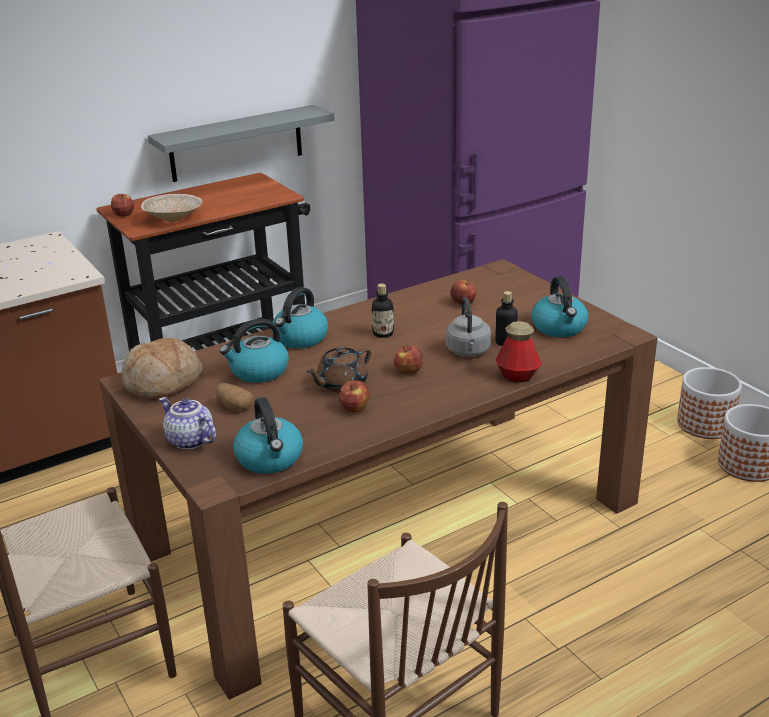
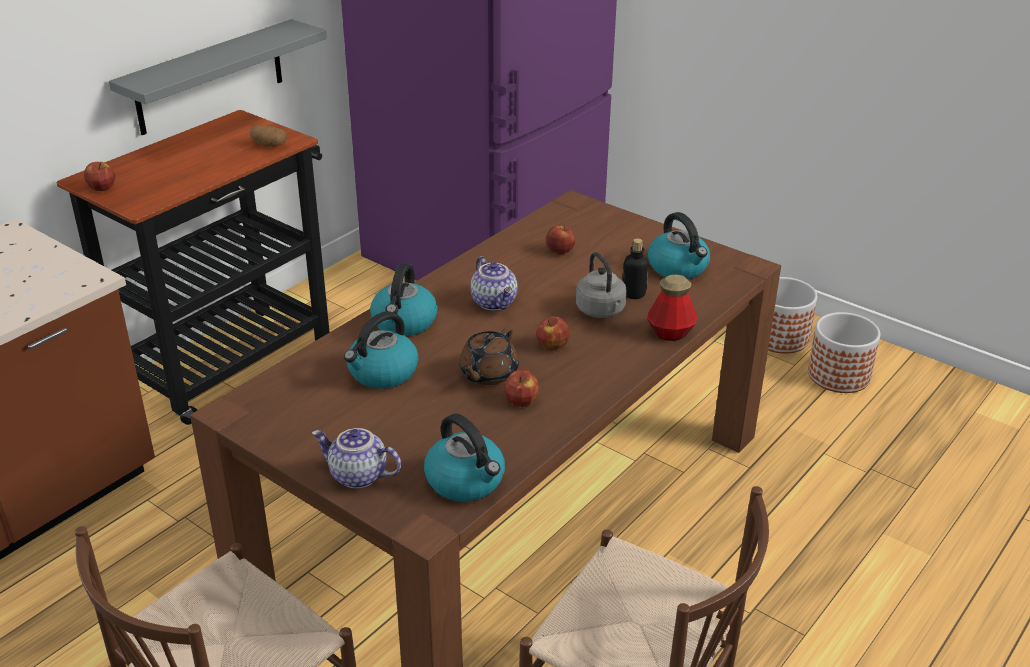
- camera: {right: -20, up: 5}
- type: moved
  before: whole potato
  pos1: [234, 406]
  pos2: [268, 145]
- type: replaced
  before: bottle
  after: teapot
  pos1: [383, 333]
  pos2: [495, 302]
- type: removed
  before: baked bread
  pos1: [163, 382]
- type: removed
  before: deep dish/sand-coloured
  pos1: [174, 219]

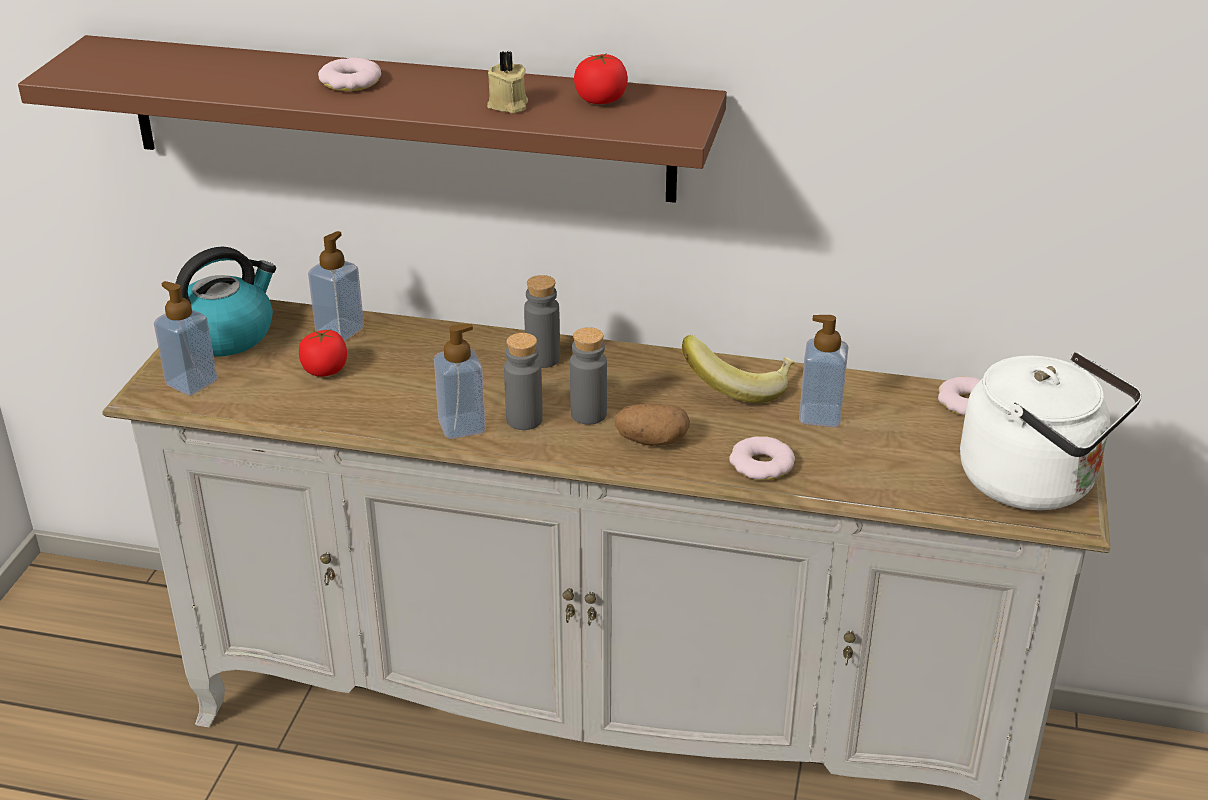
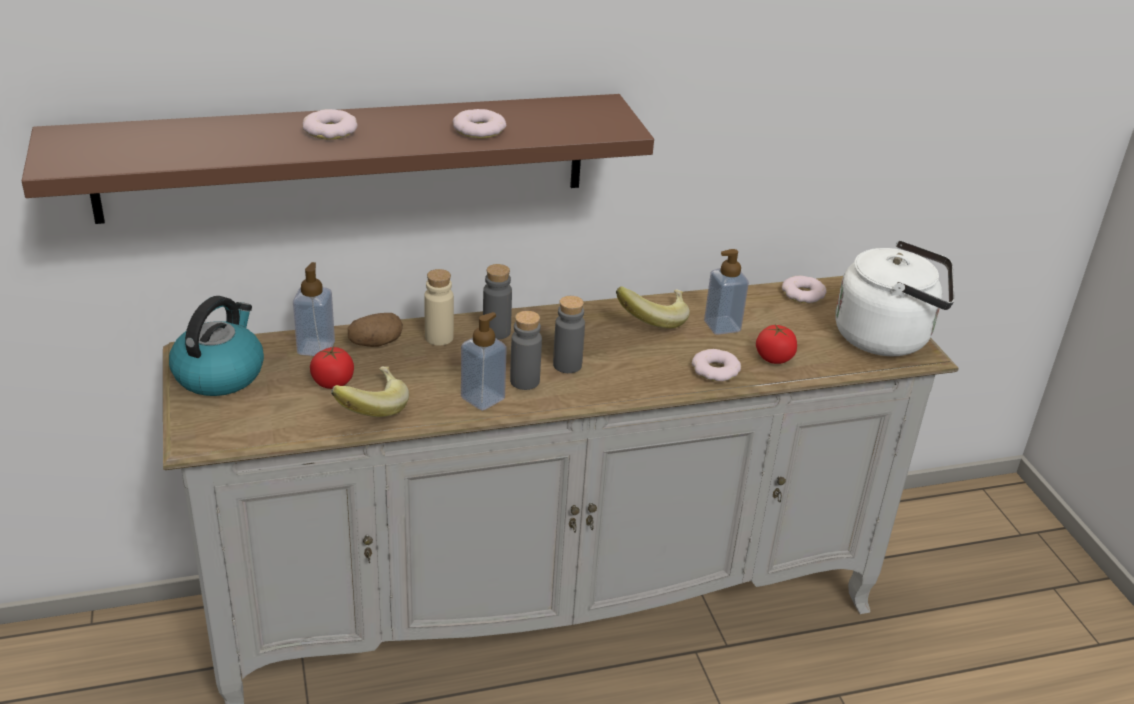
- camera: {right: -30, up: 0}
- type: added
  after: banana fruit
  pos2: [370, 408]
- type: moved
  before: whole potato
  pos1: [652, 441]
  pos2: [376, 343]
- type: added
  after: bottle/sand-coloured
  pos2: [439, 337]
- type: replaced
  before: candle/sand-coloured
  after: donut
  pos1: [508, 105]
  pos2: [478, 130]
- type: moved
  before: fresh tomato
  pos1: [601, 100]
  pos2: [774, 358]
- type: removed
  before: soap dispenser
  pos1: [191, 383]

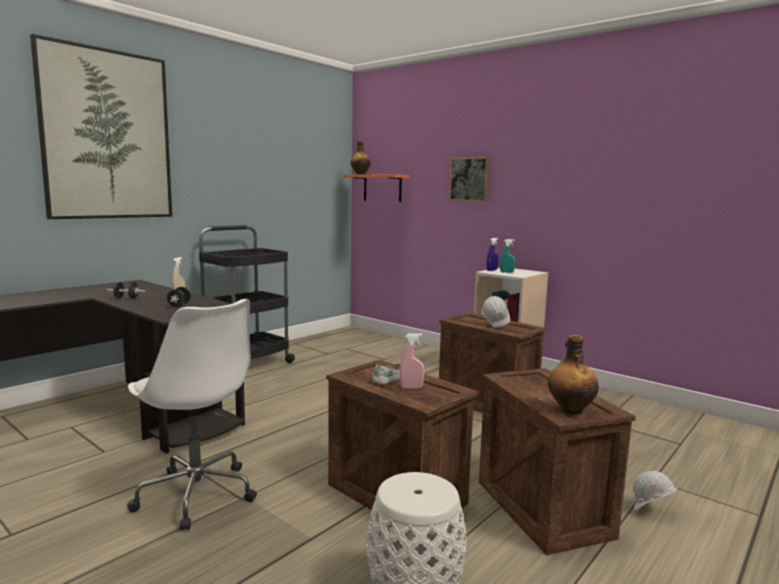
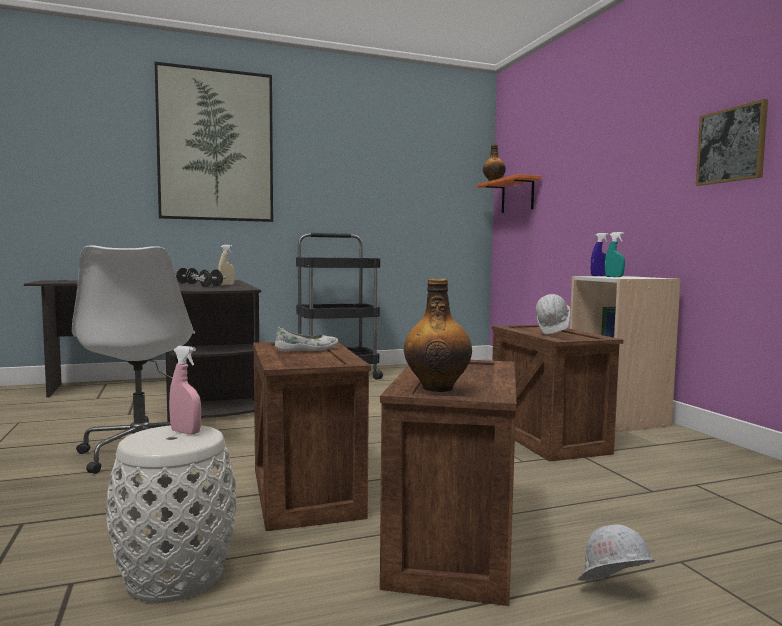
- camera: {right: 30, up: -5}
- type: moved
  before: sprayer/pinkish
  pos1: [411, 388]
  pos2: [185, 432]
- type: moved
  before: picture
  pos1: [469, 179]
  pos2: [731, 145]

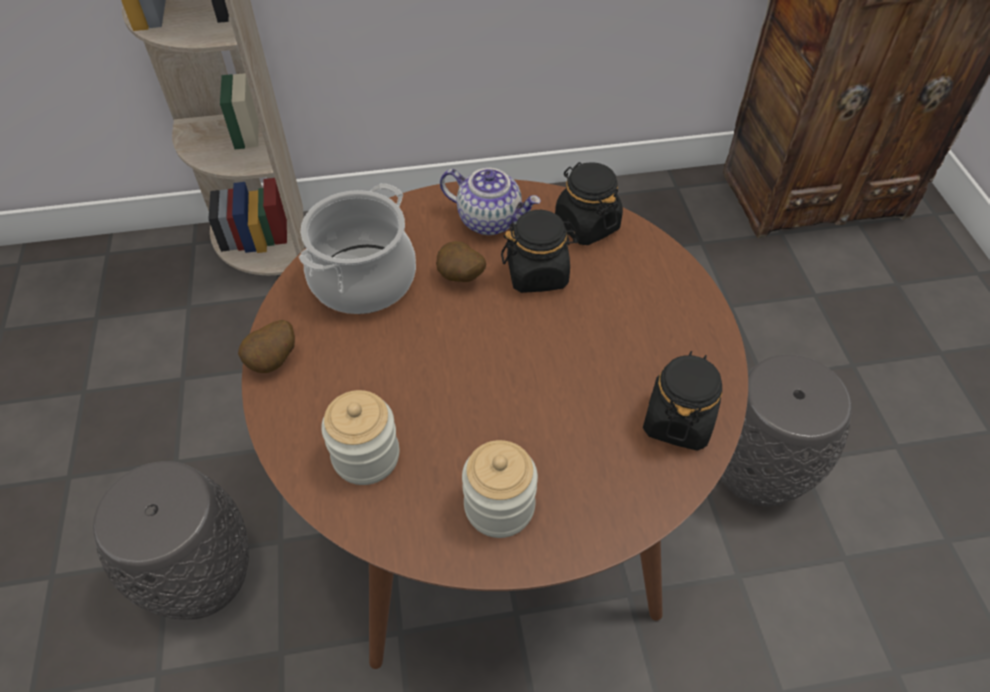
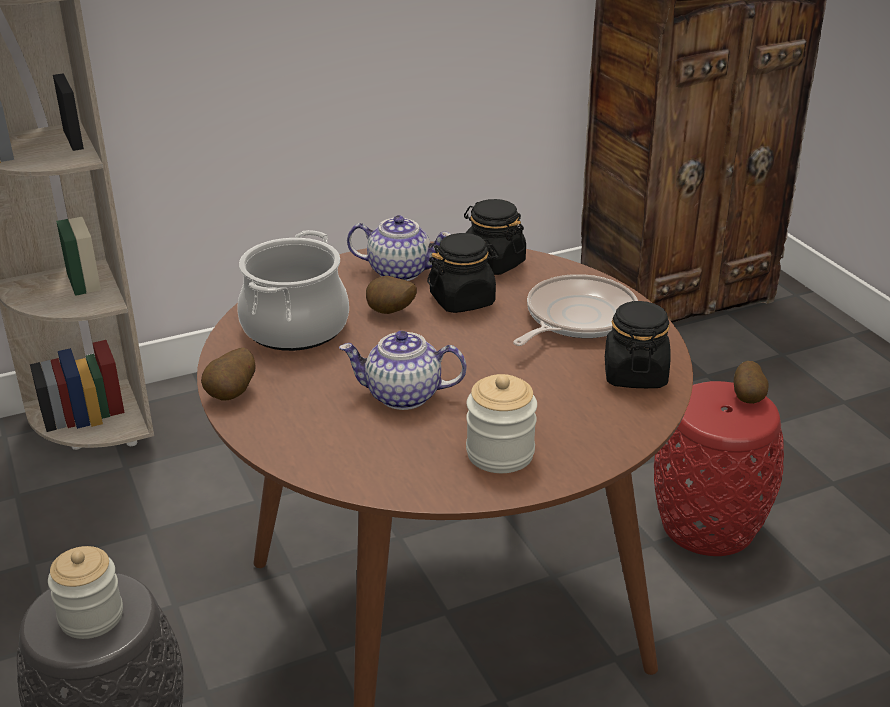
- camera: {right: -15, up: -20}
- type: moved
  before: storage jar
  pos1: [366, 456]
  pos2: [91, 617]
- type: added
  after: teapot
  pos2: [402, 396]
- type: added
  after: skillet
  pos2: [576, 318]
- type: recoloured
  before: stool/greyish
  after: stool/reddish
  pos1: [759, 469]
  pos2: [708, 526]
- type: added
  after: whole potato
  pos2: [748, 398]

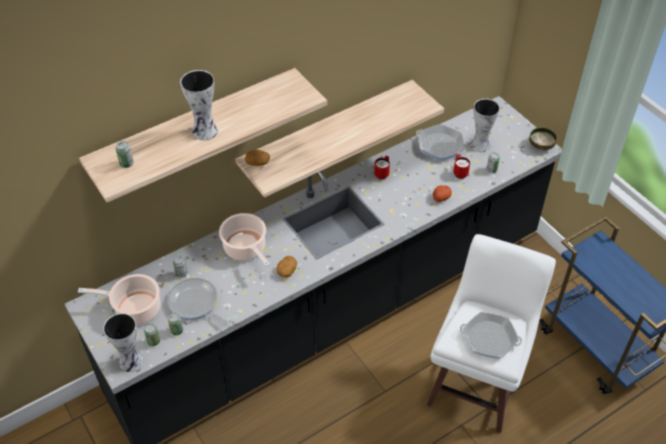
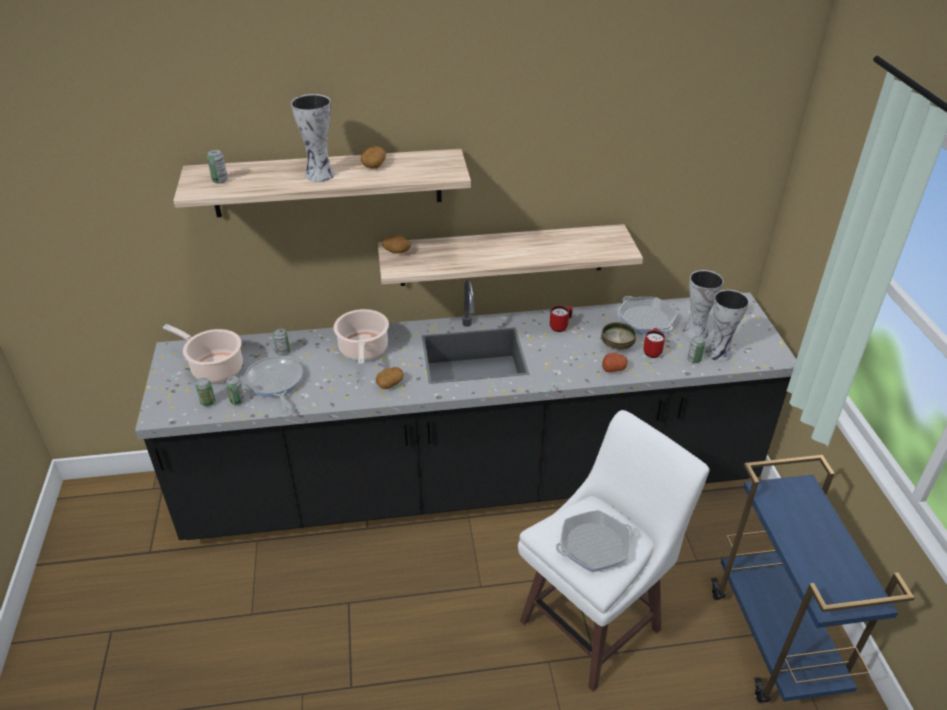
- camera: {right: 25, up: -10}
- type: added
  after: whole potato
  pos2: [374, 165]
- type: turned
  before: skillet
  pos1: [489, 339]
  pos2: [594, 546]
  turn: -60
- type: moved
  before: deep dish
  pos1: [541, 145]
  pos2: [617, 345]
- type: moved
  before: vase
  pos1: [132, 360]
  pos2: [720, 353]

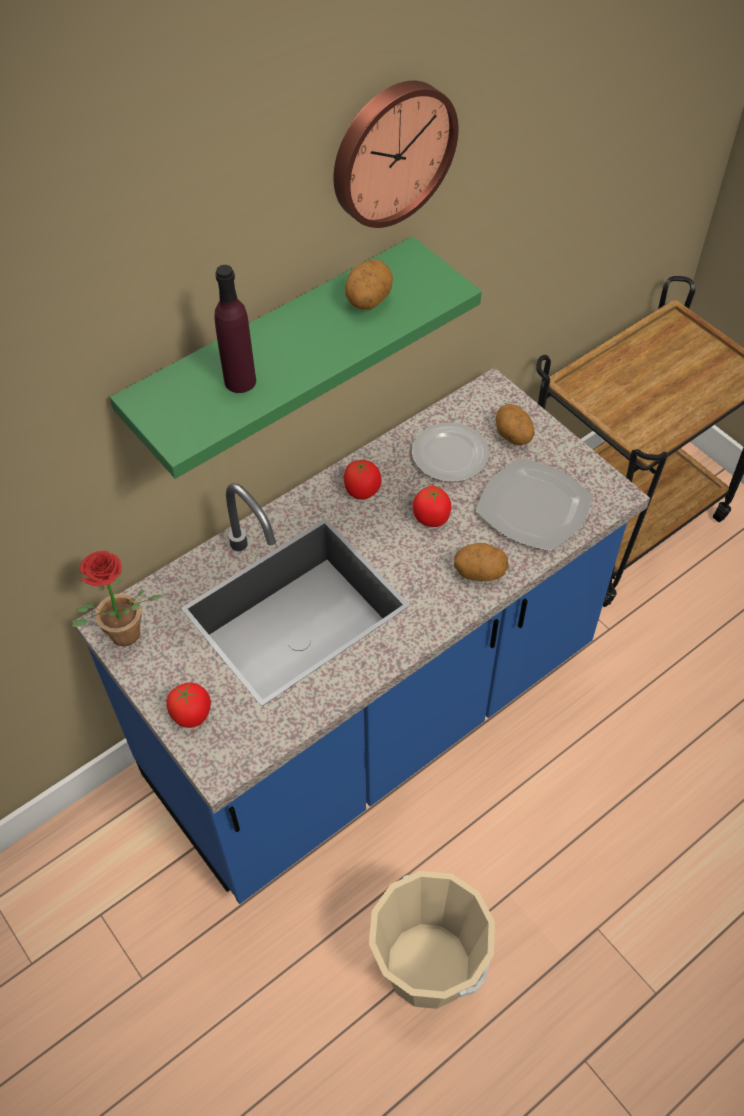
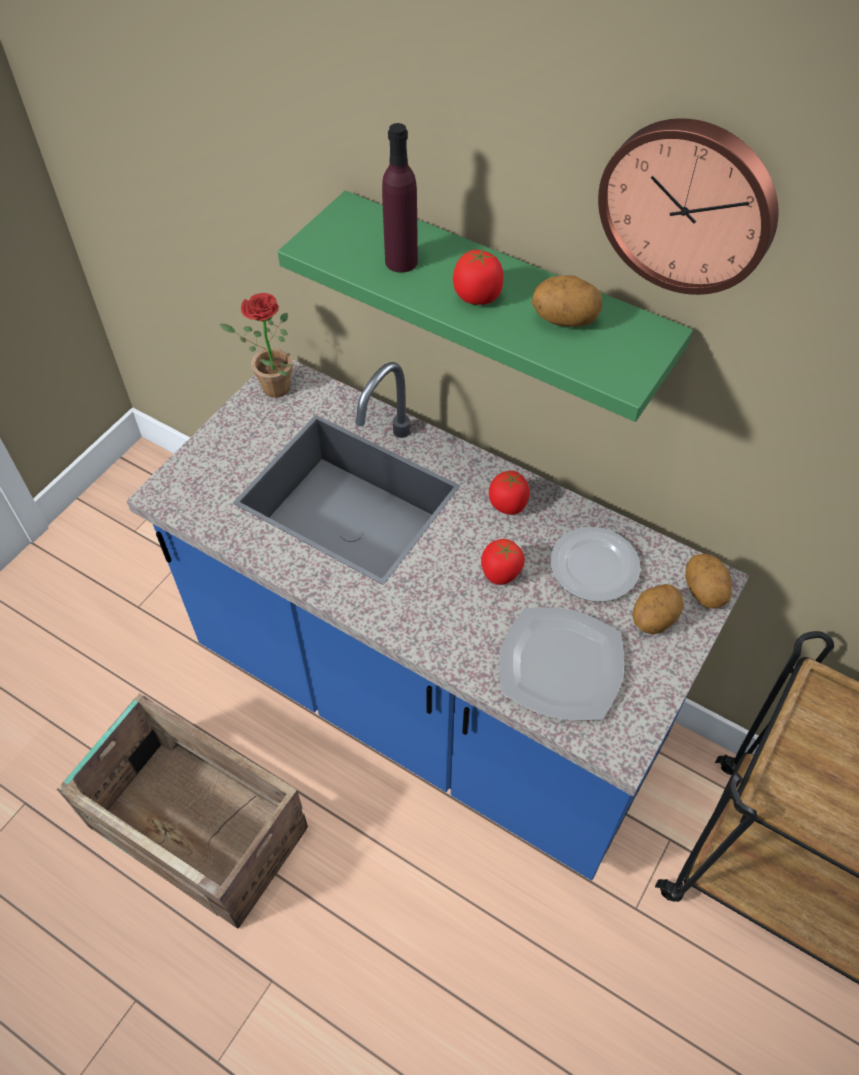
- camera: {right: 70, up: 0}
- type: replaced
  before: bucket/sand-coloured
  after: crate
  pos1: [428, 965]
  pos2: [197, 825]
- type: moved
  before: fresh tomato
  pos1: [192, 714]
  pos2: [477, 297]
- type: moved
  before: whole potato
  pos1: [480, 573]
  pos2: [704, 591]

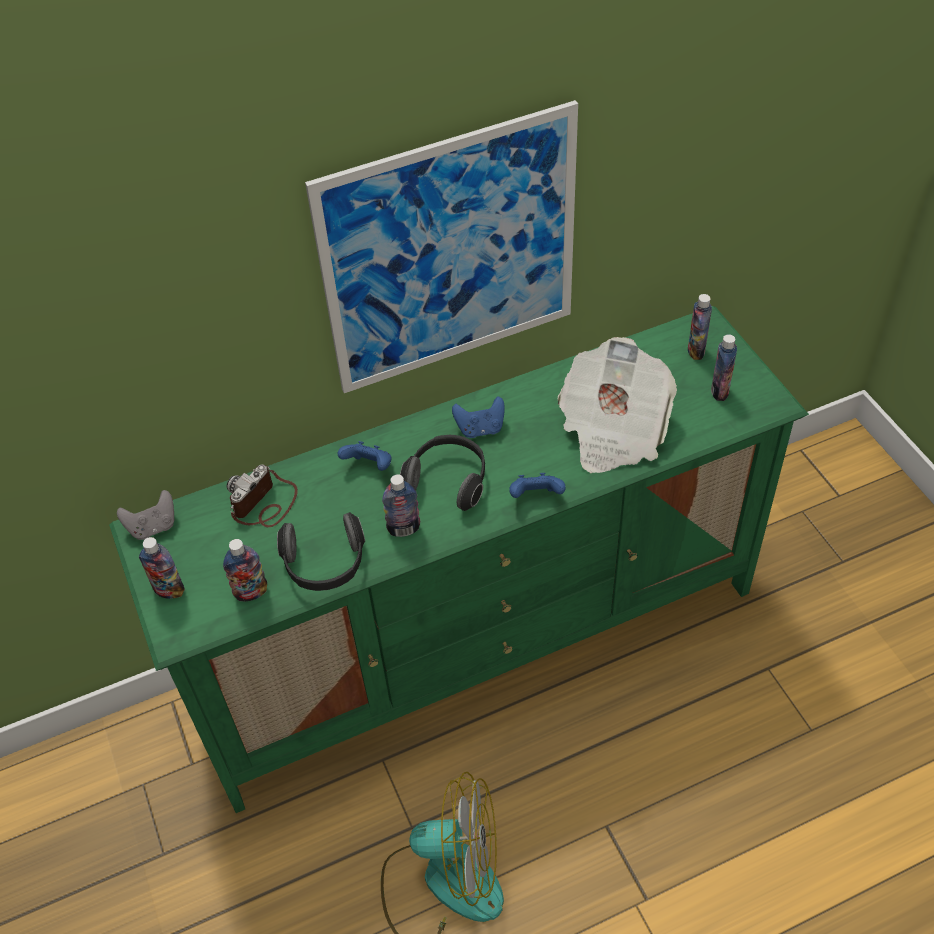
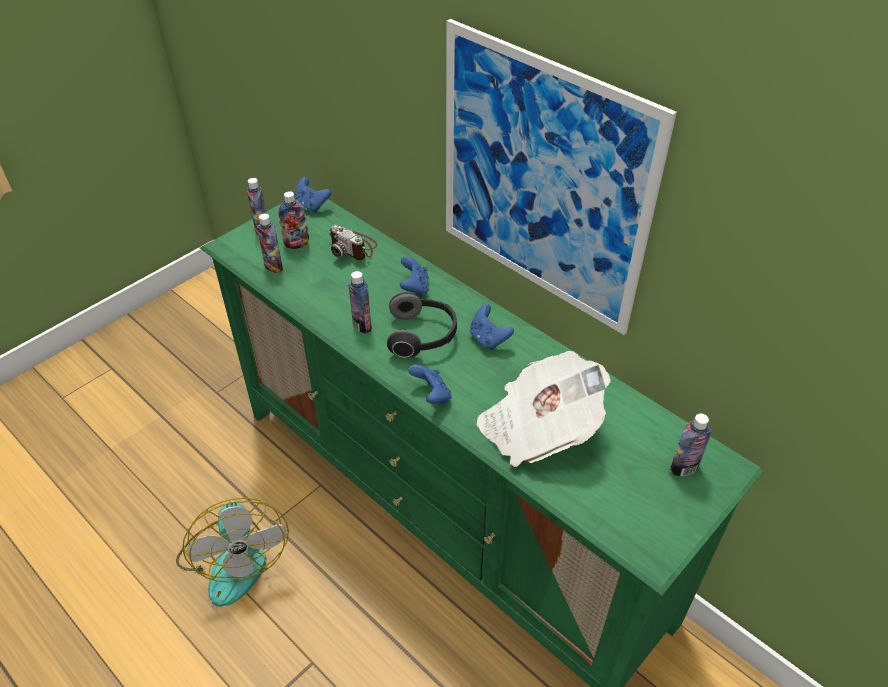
- camera: {right: 65, up: -5}
- type: moved
  before: bottle
  pos1: [719, 391]
  pos2: [296, 244]
- type: recoloured
  before: game controller/greyish
  after: game controller/blue
  pos1: [153, 527]
  pos2: [312, 205]
- type: turned
  before: photo camera
  pos1: [264, 504]
  pos2: [354, 247]
  turn: -150
- type: removed
  before: headset
  pos1: [325, 565]

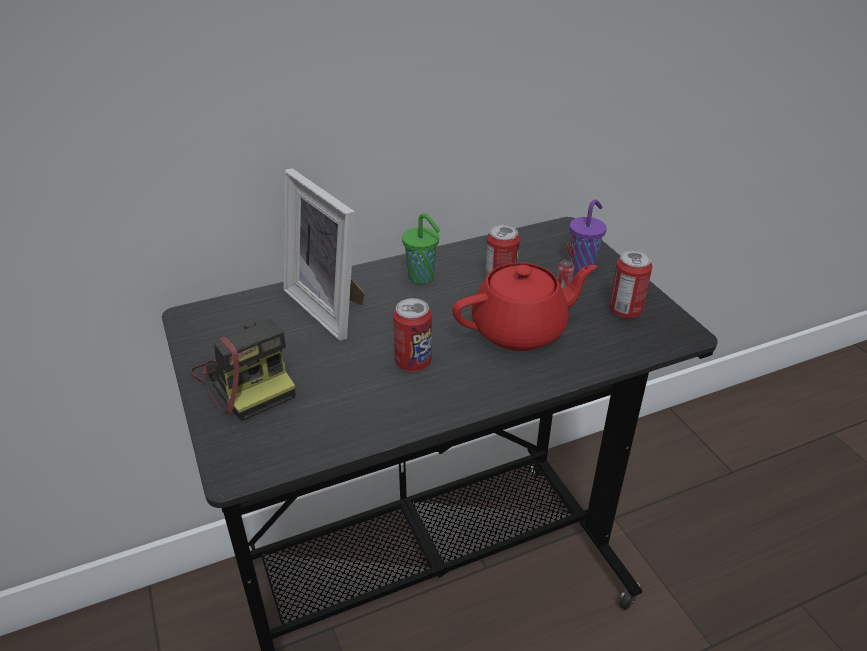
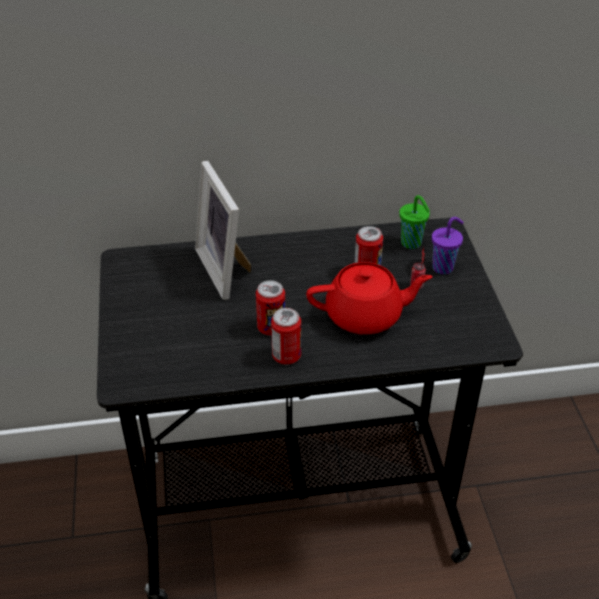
- camera: {right: 15, up: 5}
- type: moved
  before: sealed can
  pos1: [625, 311]
  pos2: [286, 356]
- type: moved
  before: cup/green-coloured
  pos1: [422, 278]
  pos2: [412, 243]
- type: removed
  before: photo camera
  pos1: [247, 379]

